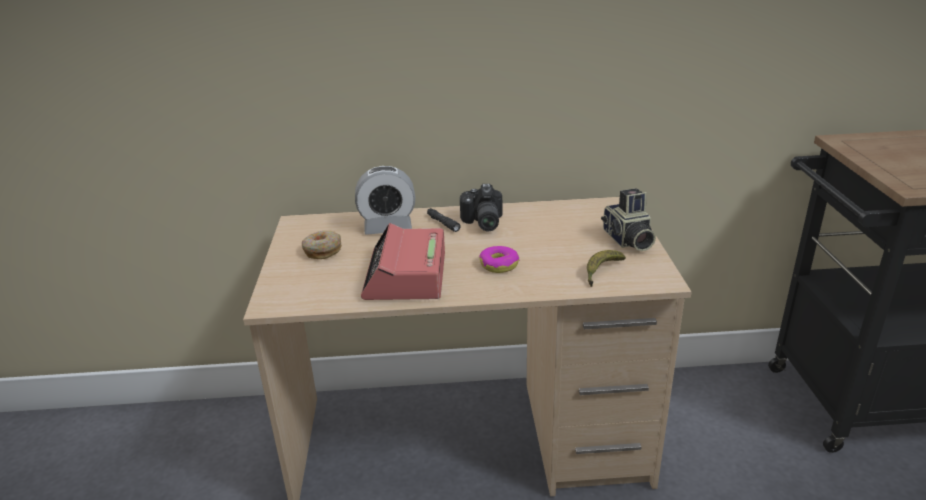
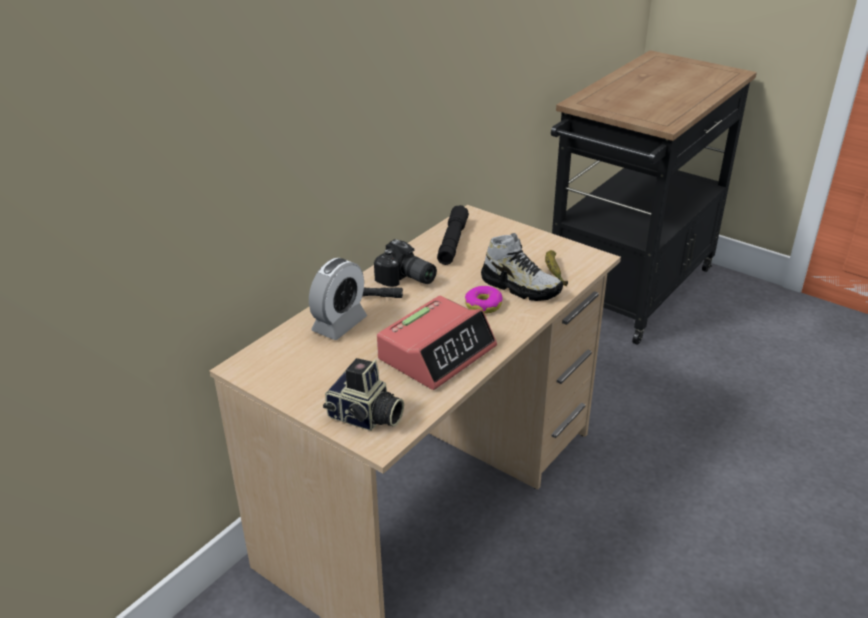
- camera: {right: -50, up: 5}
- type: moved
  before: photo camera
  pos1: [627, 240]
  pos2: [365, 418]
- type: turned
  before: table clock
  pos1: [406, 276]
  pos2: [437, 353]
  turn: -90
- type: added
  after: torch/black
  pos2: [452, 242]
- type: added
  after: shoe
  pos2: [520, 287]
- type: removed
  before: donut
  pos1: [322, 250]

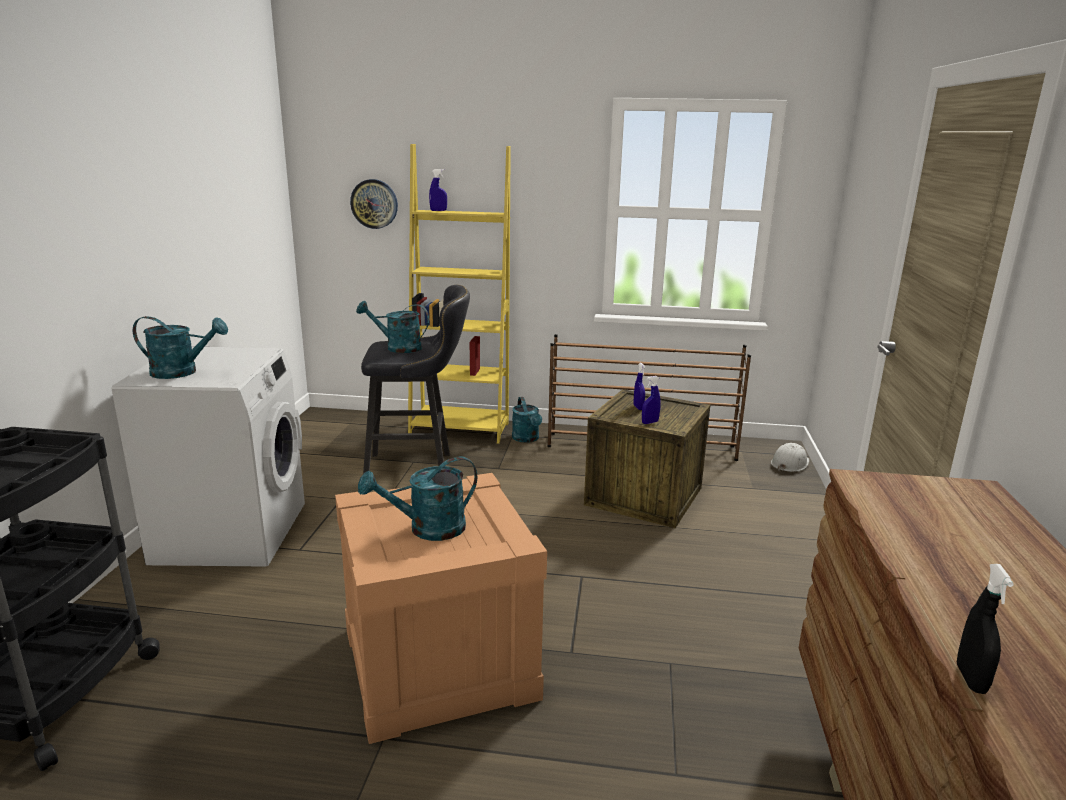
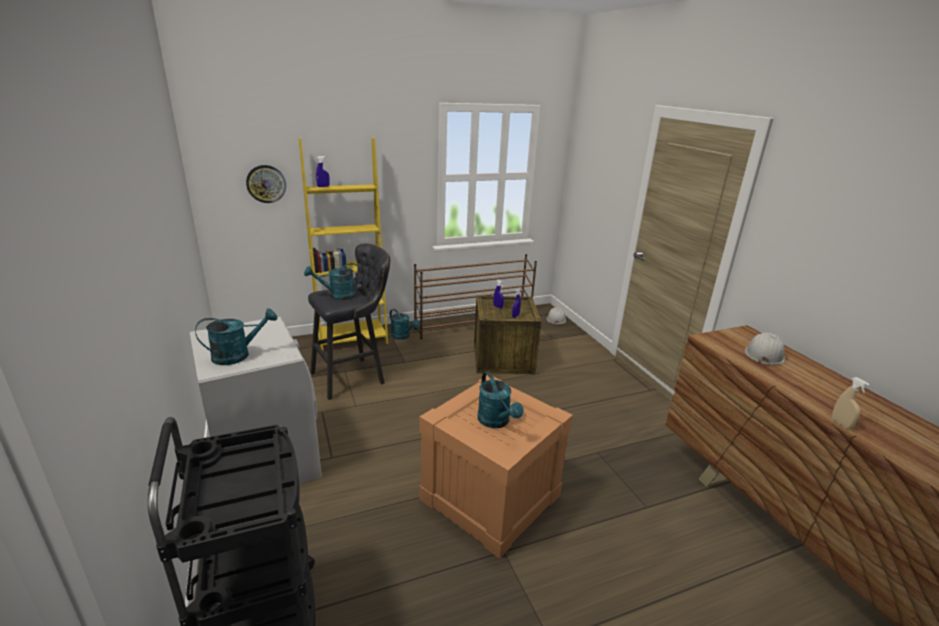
- camera: {right: -30, up: 5}
- type: turned
  before: sprinkling can/turquoise
  pos1: [427, 529]
  pos2: [496, 422]
  turn: -60
- type: added
  after: hard hat/whitish
  pos2: [764, 354]
- type: recoloured
  before: sprayer/black
  after: sprayer/sand-coloured
  pos1: [971, 679]
  pos2: [841, 424]

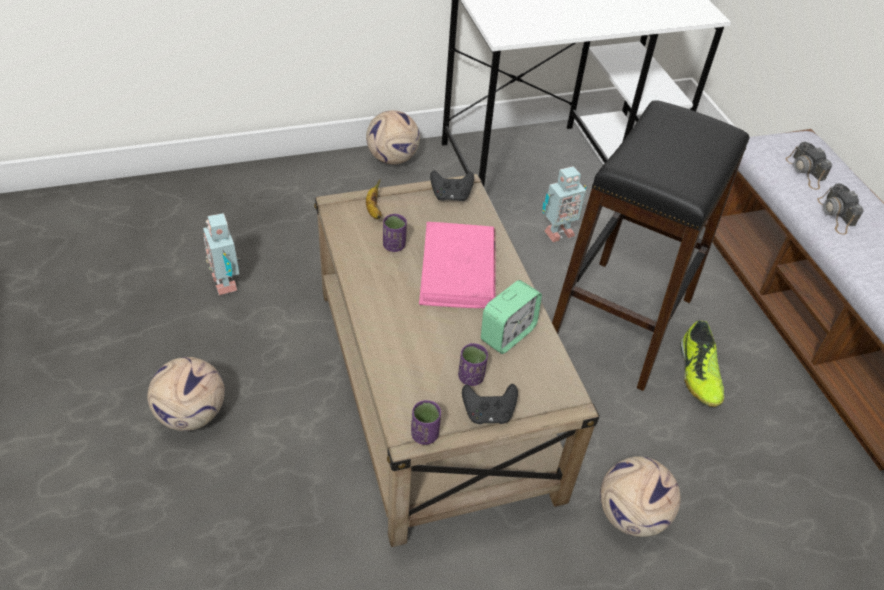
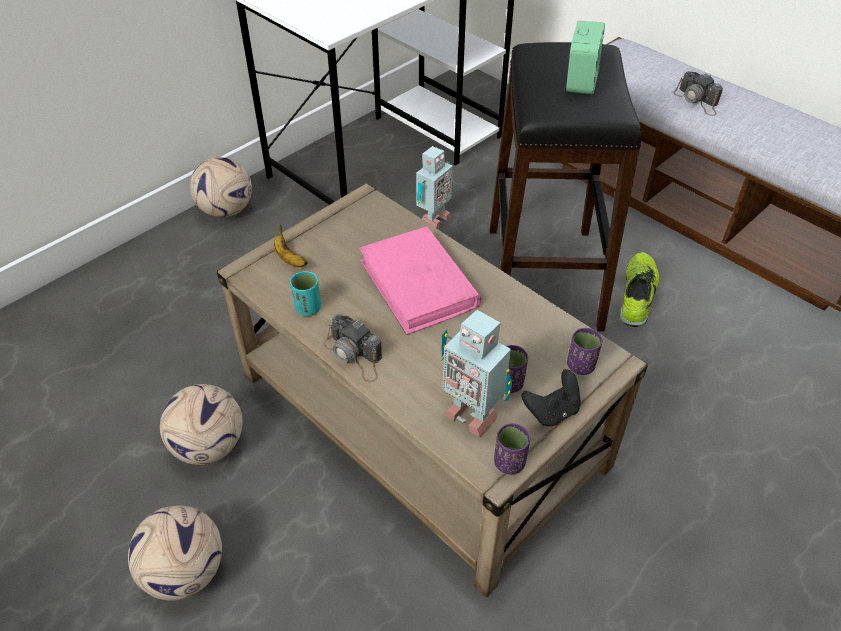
- camera: {right: -25, up: 0}
- type: moved
  before: football
  pos1: [630, 515]
  pos2: [208, 447]
- type: added
  after: cup/turquoise
  pos2: [308, 308]
- type: moved
  before: photo camera
  pos1: [806, 172]
  pos2: [354, 355]
- type: moved
  before: toy robot
  pos1: [227, 282]
  pos2: [471, 413]
- type: moved
  before: table clock
  pos1: [507, 334]
  pos2: [581, 82]
- type: moved
  before: cup/purple
  pos1: [394, 246]
  pos2: [580, 366]
- type: turned
  before: shoe
  pos1: [698, 374]
  pos2: [637, 295]
  turn: -135
- type: removed
  before: game controller/black
  pos1: [451, 196]

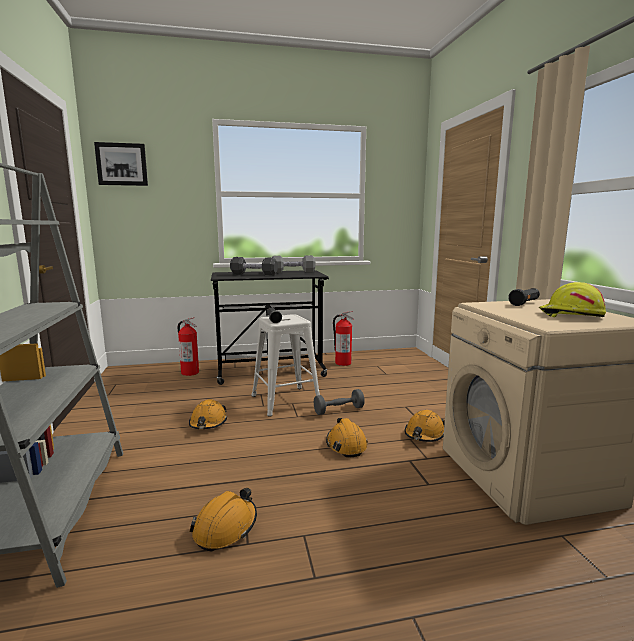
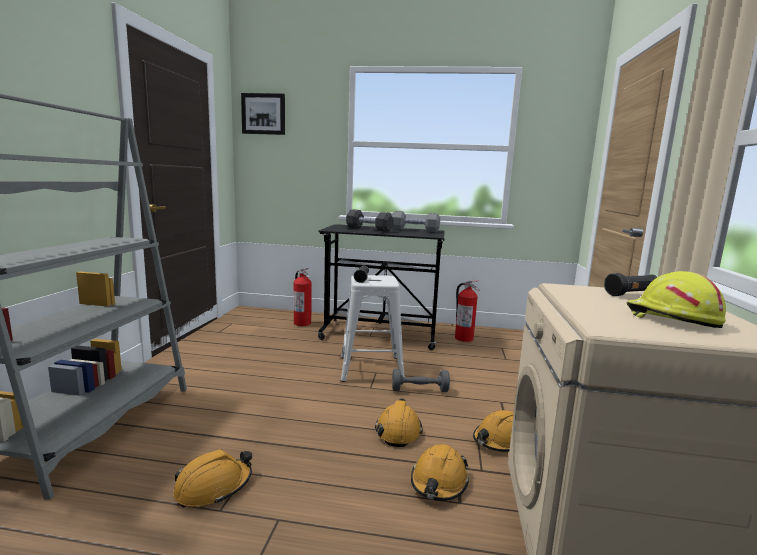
- camera: {right: 20, up: 0}
- type: moved
  before: hard hat/orangey
  pos1: [208, 423]
  pos2: [439, 482]

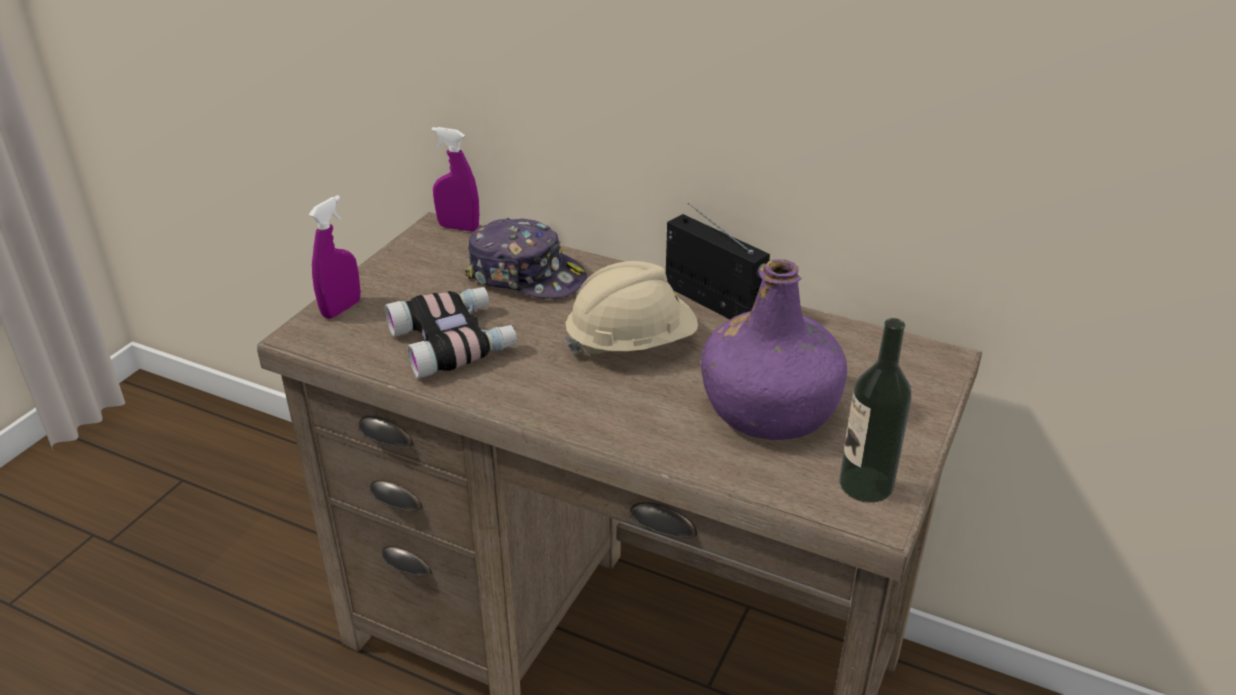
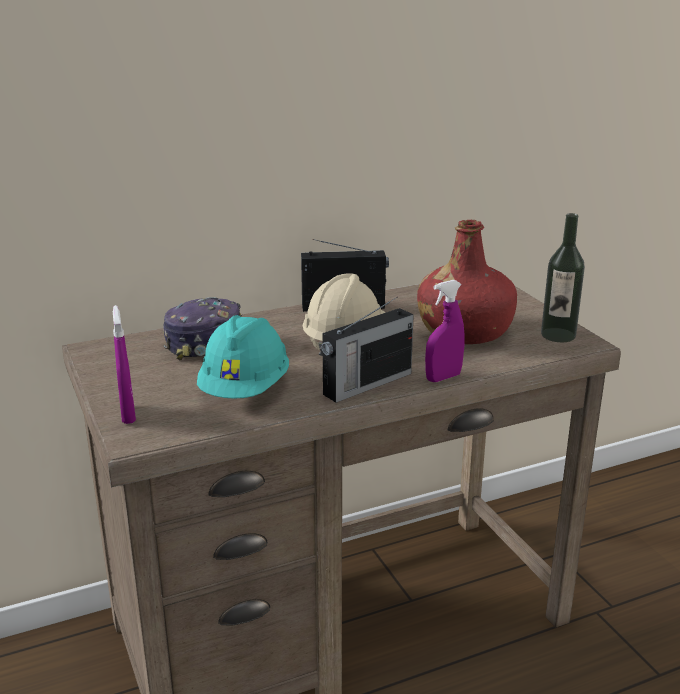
- camera: {right: -50, up: -10}
- type: replaced
  before: pair of binoculars
  after: hard hat/turquoise
  pos1: [454, 341]
  pos2: [245, 390]
- type: added
  after: radio receiver
  pos2: [366, 384]
- type: recoloured
  before: bottle/purple
  after: bottle/reddish
  pos1: [770, 409]
  pos2: [464, 331]
- type: moved
  before: sprayer/purple
  pos1: [458, 227]
  pos2: [443, 377]

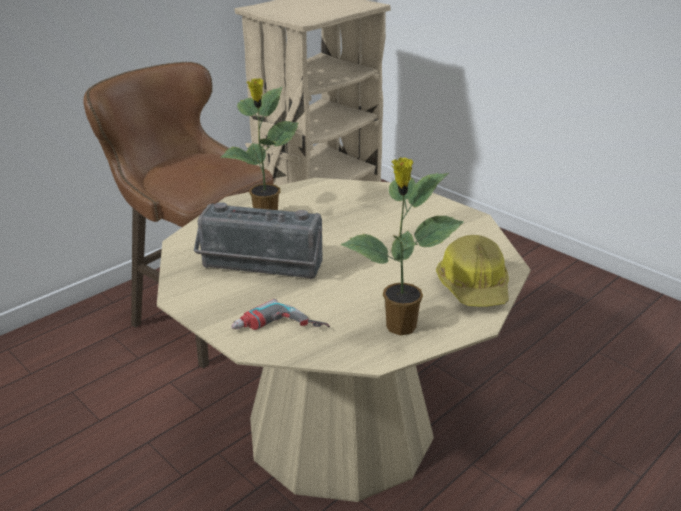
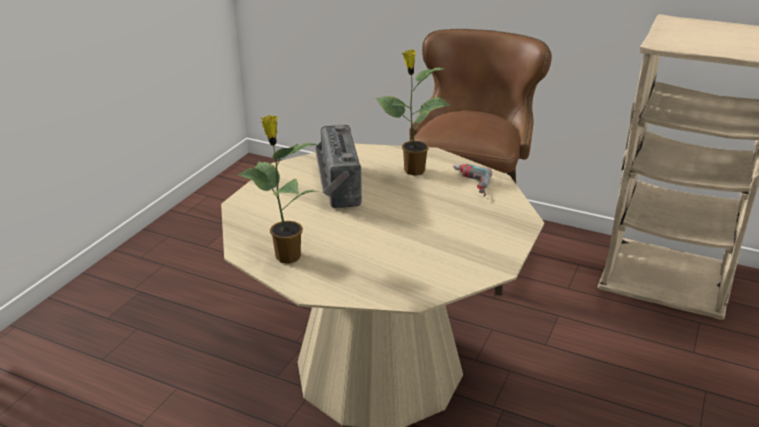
- camera: {right: 70, up: 0}
- type: moved
  before: electric drill
  pos1: [279, 331]
  pos2: [468, 184]
- type: removed
  before: hard hat
  pos1: [473, 286]

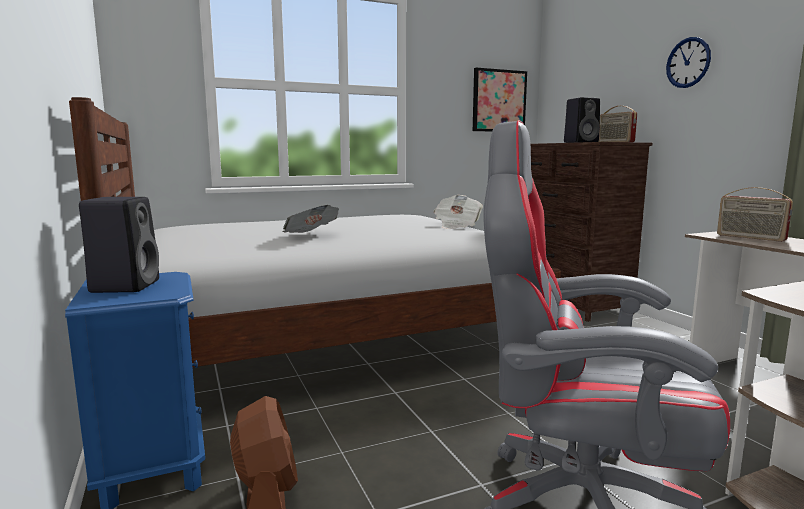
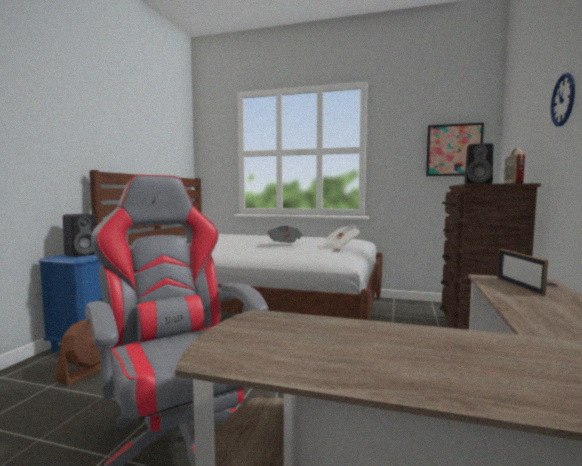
- camera: {right: 40, up: -5}
- type: moved
  before: printed paper
  pos1: [311, 236]
  pos2: [285, 245]
- type: replaced
  before: radio receiver
  after: standing frame
  pos1: [750, 238]
  pos2: [519, 286]

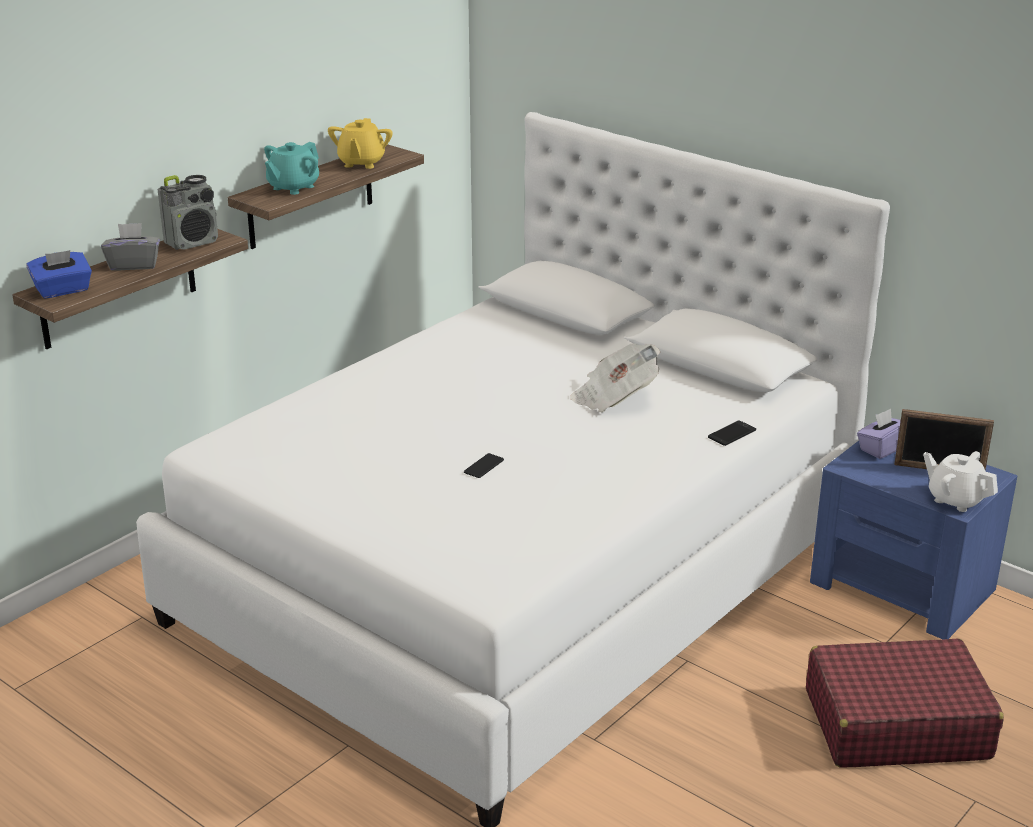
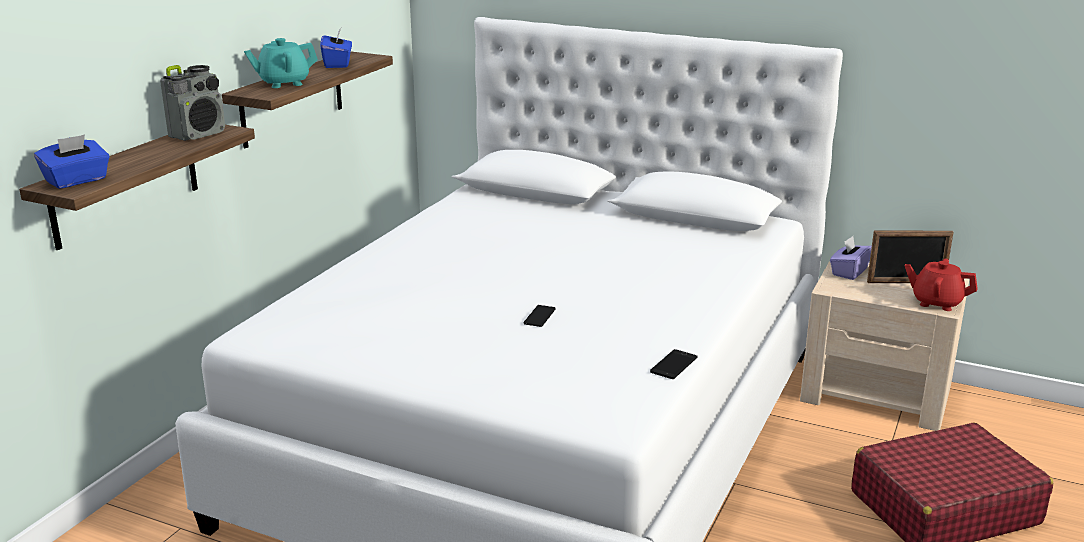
- camera: {right: -15, up: -5}
- type: turned
  before: teapot/turquoise
  pos1: [293, 187]
  pos2: [283, 83]
  turn: 45
- type: replaced
  before: teapot/yellowish
  after: tissue box/blue
  pos1: [361, 163]
  pos2: [338, 64]
- type: moved
  before: phone
  pos1: [732, 434]
  pos2: [673, 365]
- type: recoloured
  before: night table/blue
  after: night table/sand-coloured
  pos1: [903, 586]
  pos2: [877, 393]
- type: recoloured
  before: teapot/whitish
  after: teapot/reddish
  pos1: [955, 499]
  pos2: [936, 302]
- type: removed
  before: tissue box/greyish
  pos1: [134, 265]
- type: removed
  before: printed paper
  pos1: [614, 398]

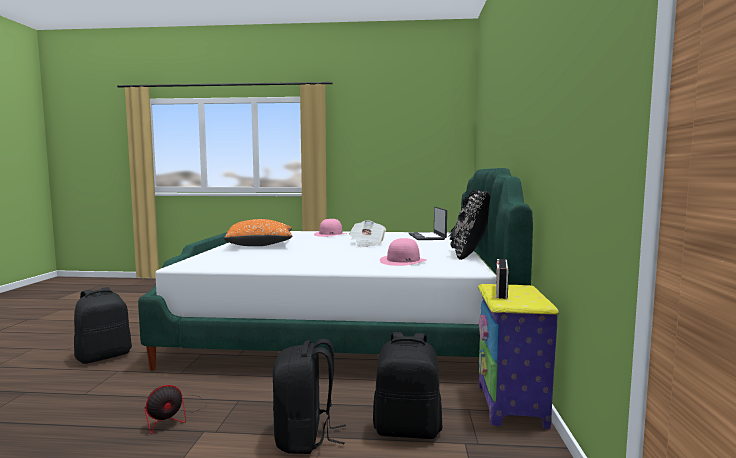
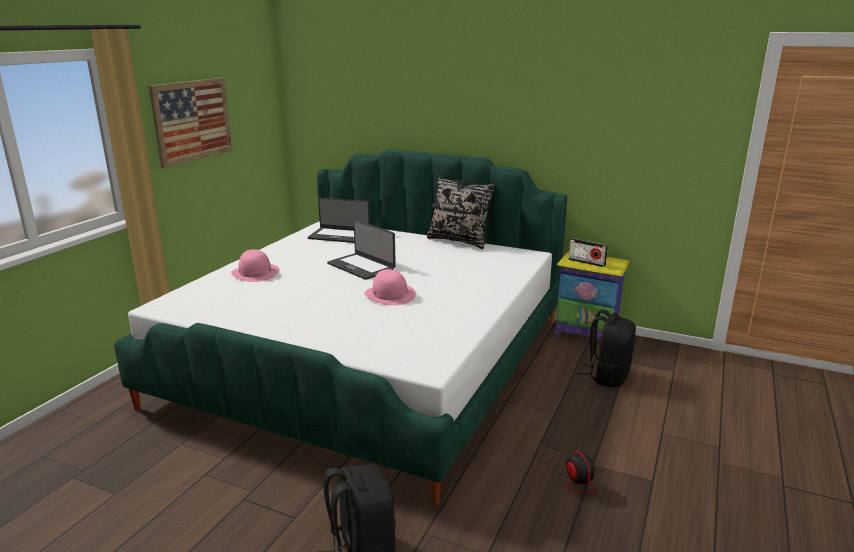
- camera: {right: -70, up: 15}
- type: added
  after: picture
  pos2: [192, 120]
- type: replaced
  before: printed paper
  after: notebook computer
  pos1: [367, 244]
  pos2: [361, 266]
- type: moved
  before: wearable hat/pinkish
  pos1: [403, 261]
  pos2: [390, 295]
- type: removed
  before: pillow/orangey
  pos1: [261, 245]
- type: removed
  before: rucksack/black
  pos1: [305, 438]

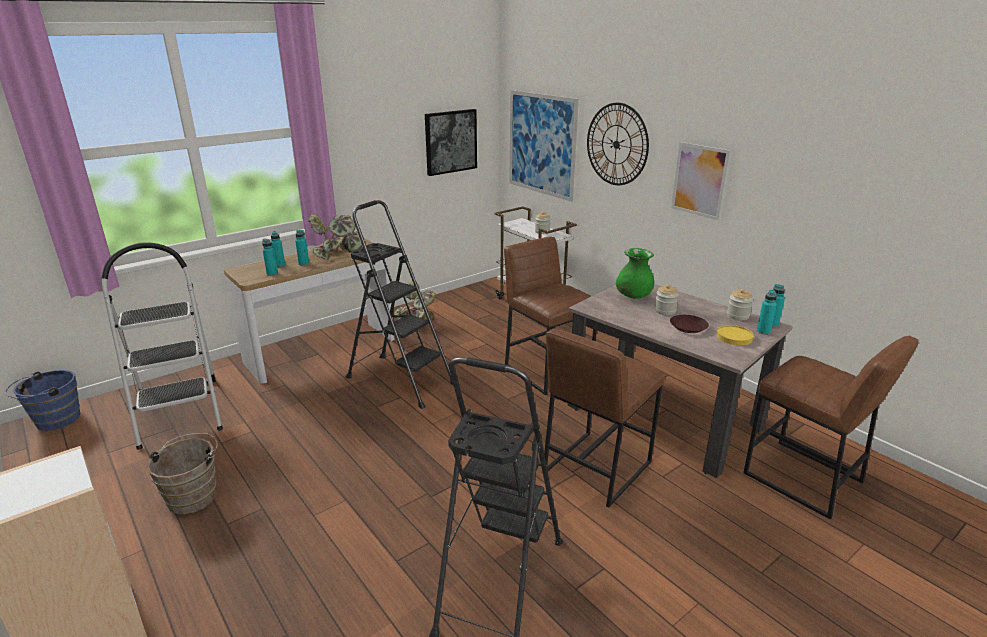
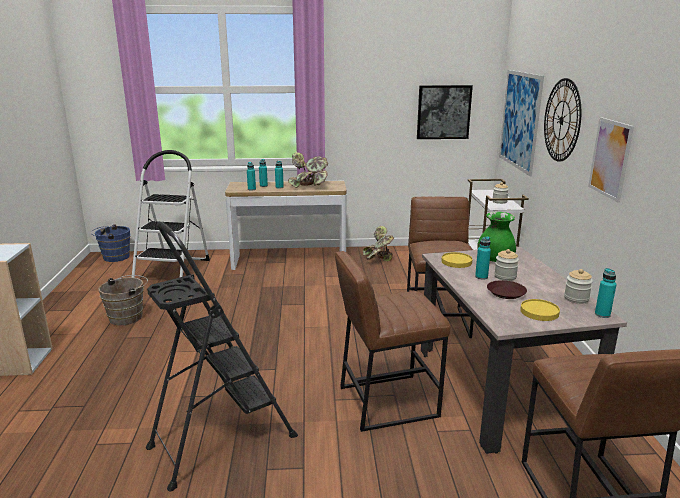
- camera: {right: 35, up: -5}
- type: added
  after: plate/yellowish
  pos2: [456, 262]
- type: moved
  before: bottle/turquoise
  pos1: [763, 331]
  pos2: [481, 277]
- type: removed
  before: stepladder
  pos1: [399, 379]

